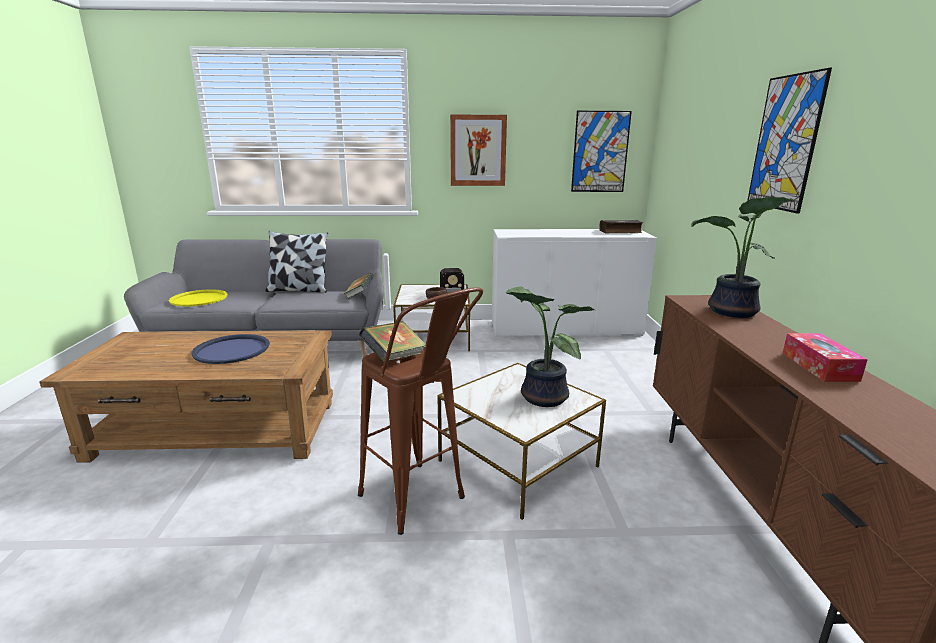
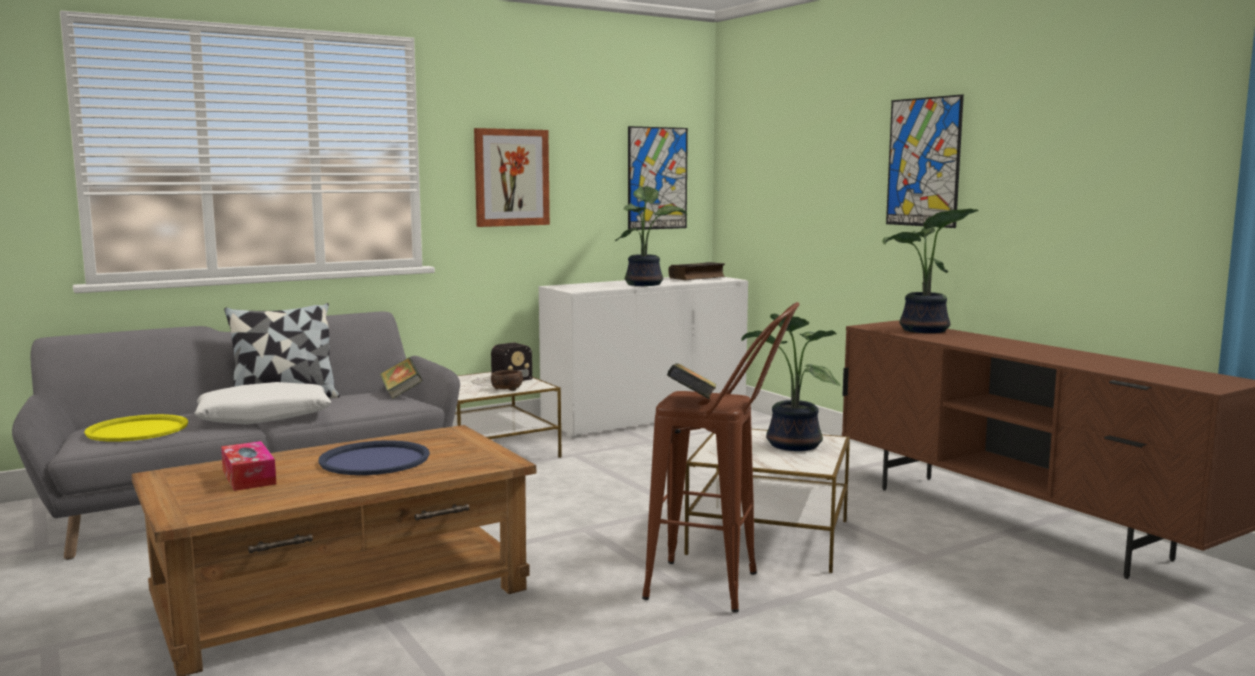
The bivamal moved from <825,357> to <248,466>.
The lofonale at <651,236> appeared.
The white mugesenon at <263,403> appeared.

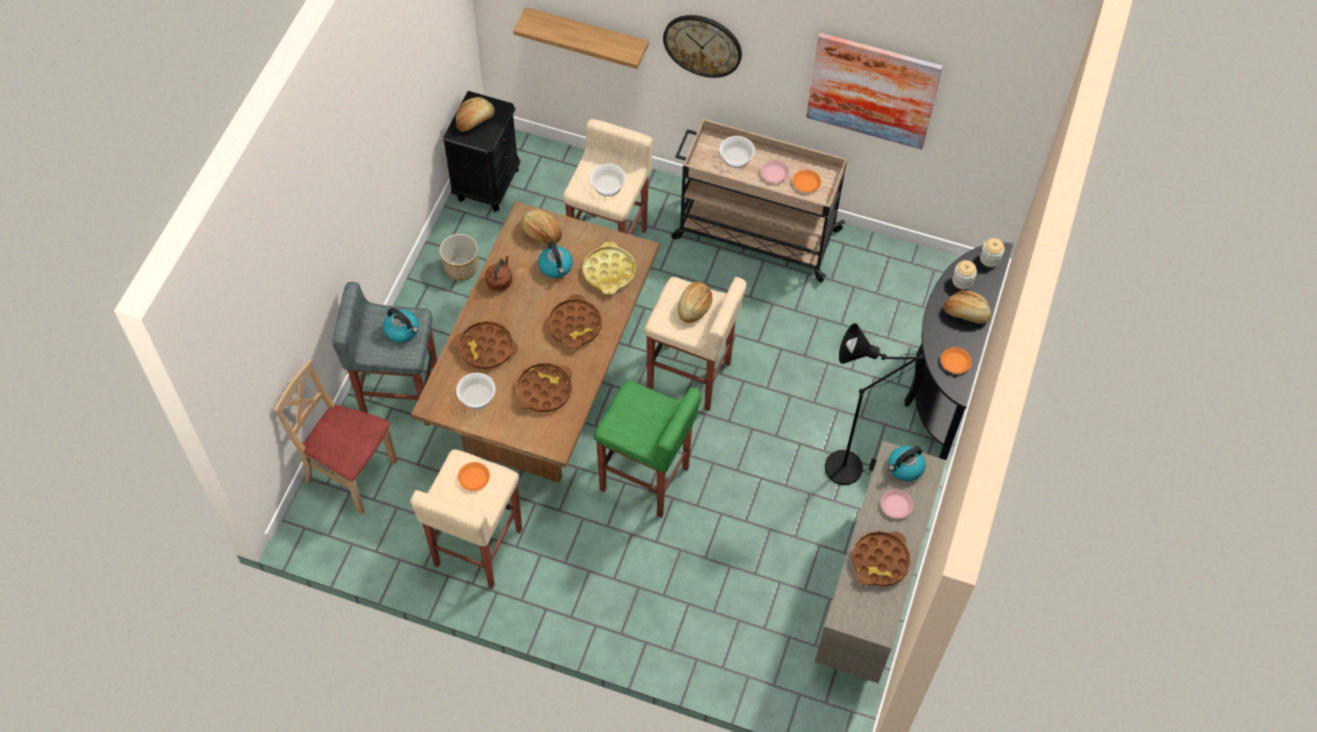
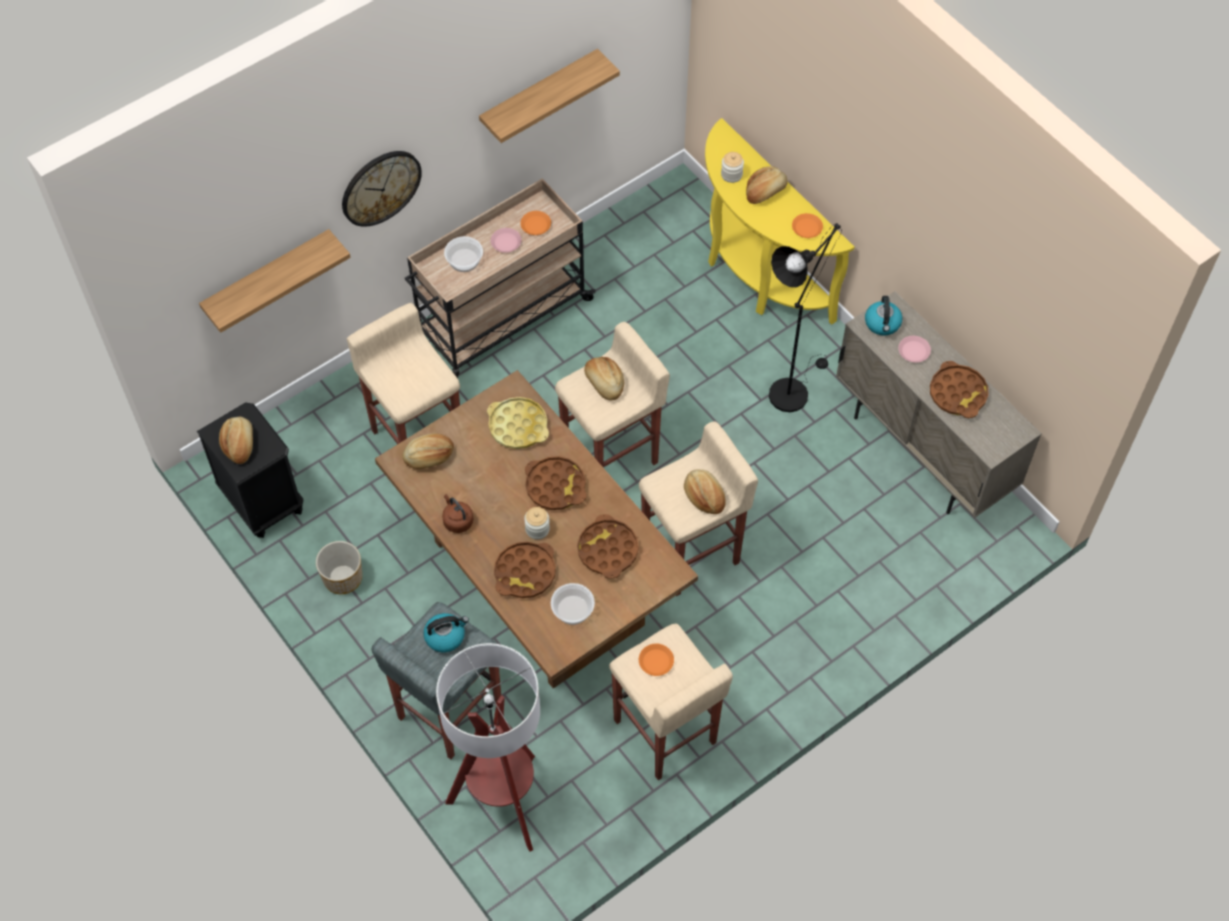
The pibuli at <874,91> was replaced by the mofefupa at <549,96>.
The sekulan at <608,180> disappeared.
The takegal moved from <992,252> to <537,523>.
The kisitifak at <555,259> disappeared.
The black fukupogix at <959,351> became the yellow fukupogix at <780,221>.
The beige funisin at <335,437> was replaced by the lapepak at <488,747>.
The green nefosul at <648,449> became the beige nefosul at <698,508>.
The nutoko at <705,492> appeared.

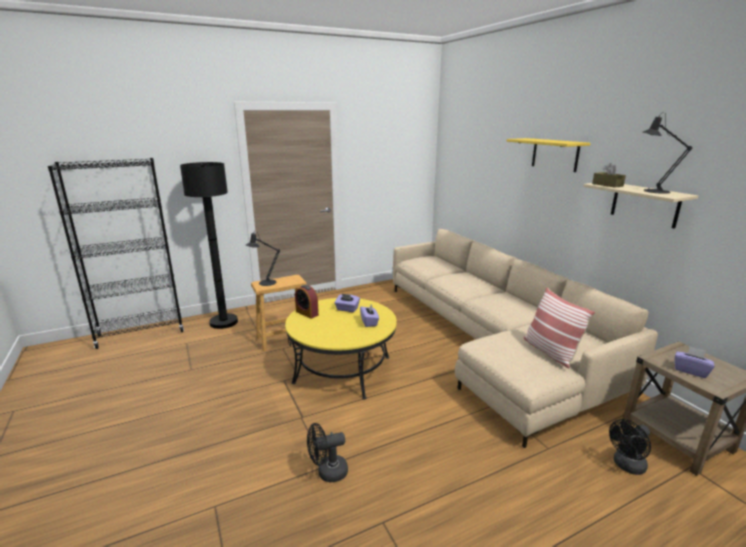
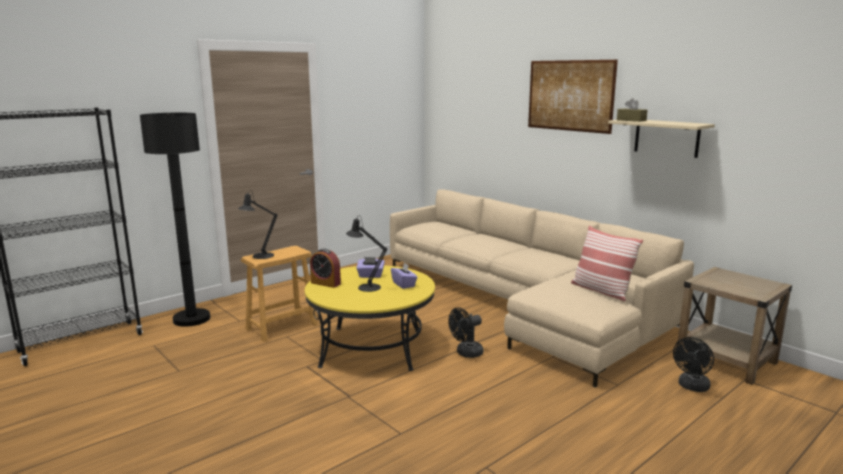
The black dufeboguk moved from <667,153> to <366,253>.
The yellow mofefupa at <548,155> was replaced by the pibuli at <573,97>.
The purple bivamal at <694,362> disappeared.
The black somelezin moved from <327,453> to <465,332>.

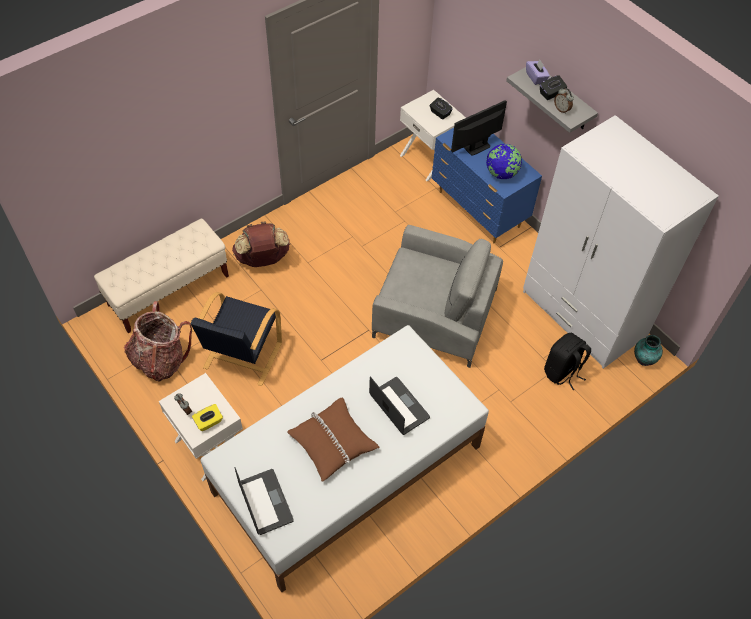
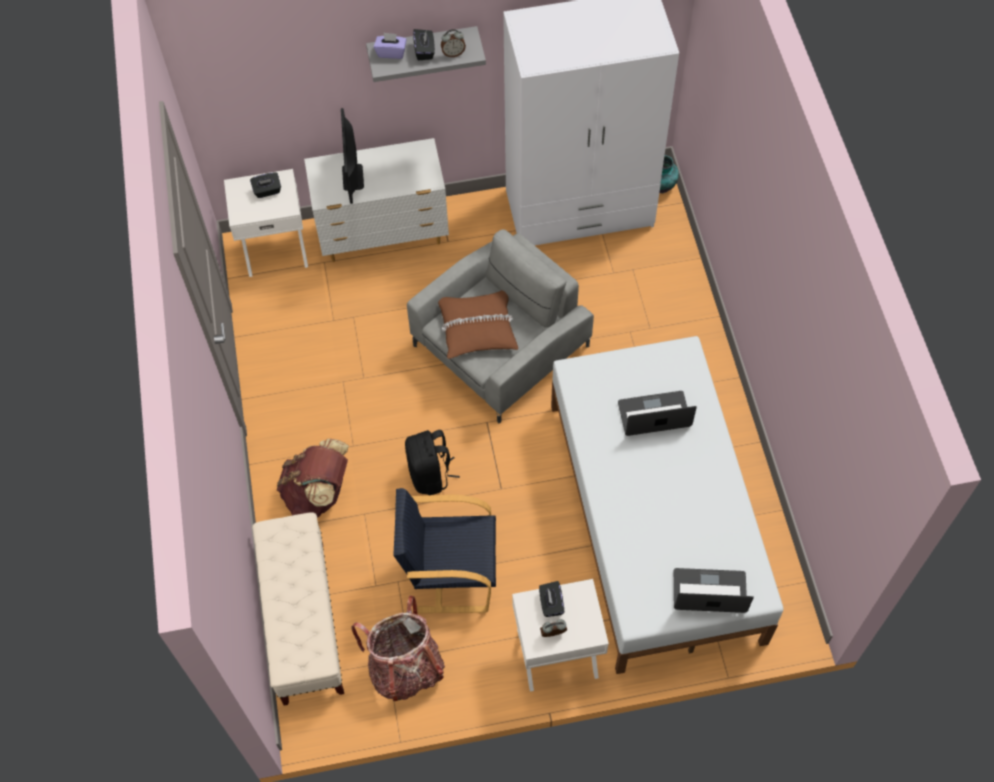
The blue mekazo at <487,185> became the white mekazo at <376,200>.
The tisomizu at <504,161> disappeared.
The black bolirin at <236,339> turned 135 degrees clockwise.
The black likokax moved from <567,361> to <432,462>.
The brown mugesenon moved from <333,439> to <478,324>.
The yellow bivamal at <207,417> disappeared.
The black bivamal at <551,599> appeared.

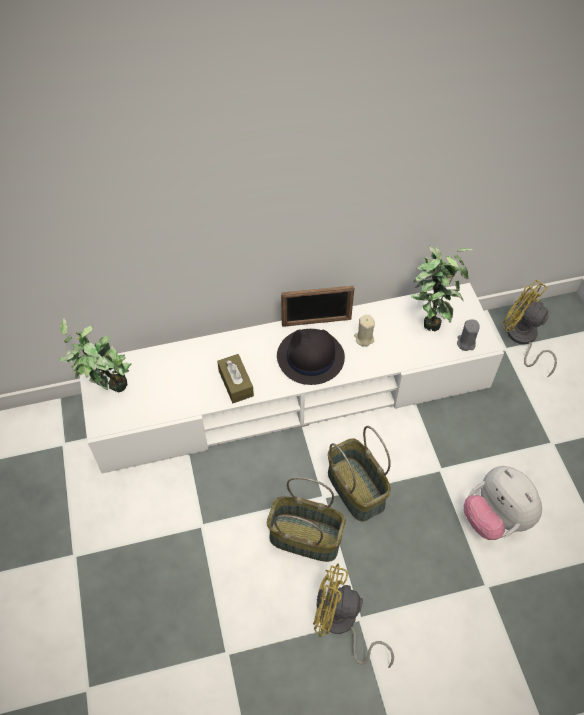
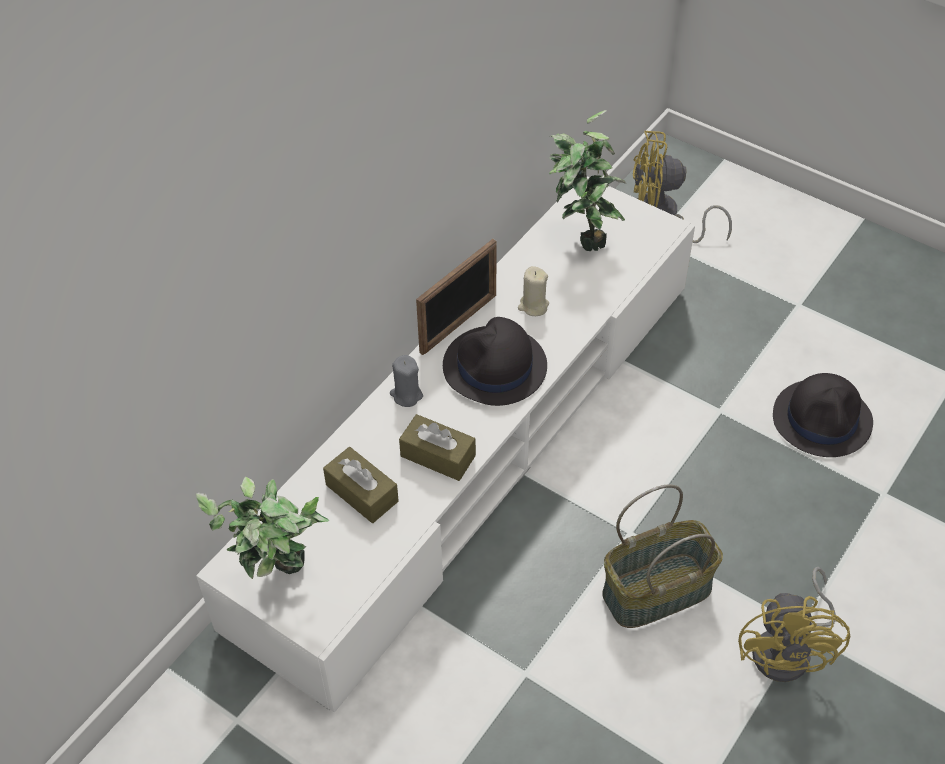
The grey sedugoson moved from <468,335> to <406,381>.
The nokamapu at <359,473> disappeared.
The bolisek at <503,503> was replaced by the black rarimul at <823,415>.
The yellow somelezin at <353,616> turned 60 degrees counterclockwise.
The brown bivamal at <361,485> appeared.

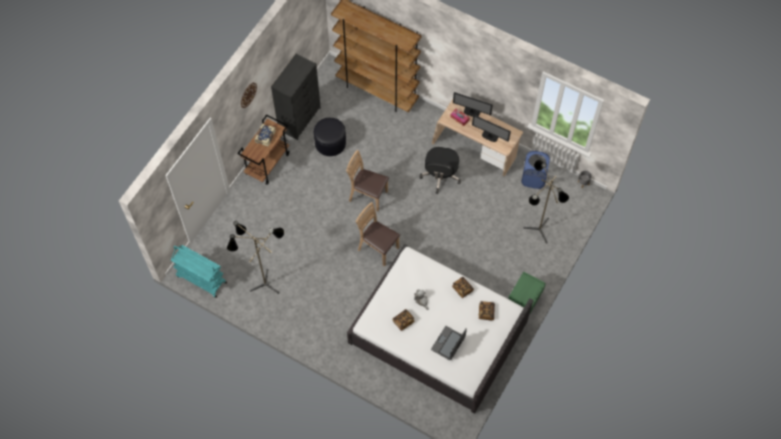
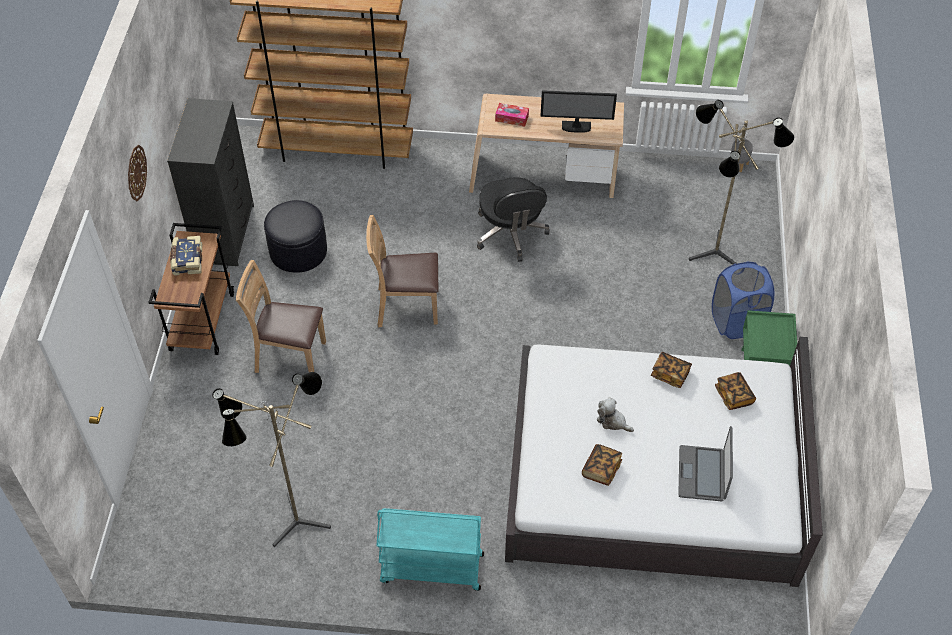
The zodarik at <473,104> disappeared.
The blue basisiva moved from <535,170> to <743,300>.
The brown funisin moved from <378,234> to <281,316>.
The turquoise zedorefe moved from <199,271> to <430,549>.

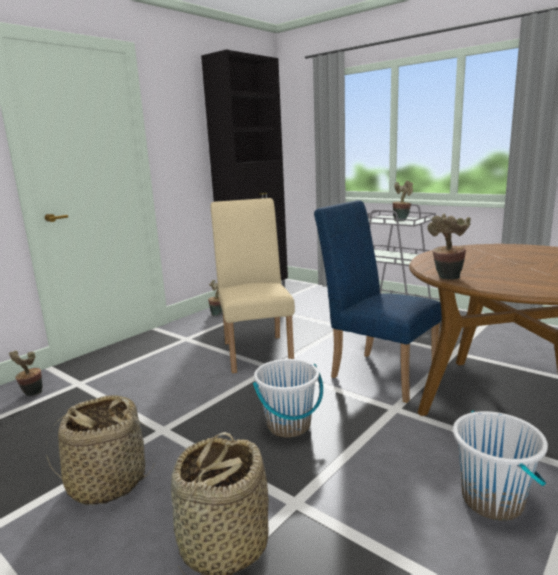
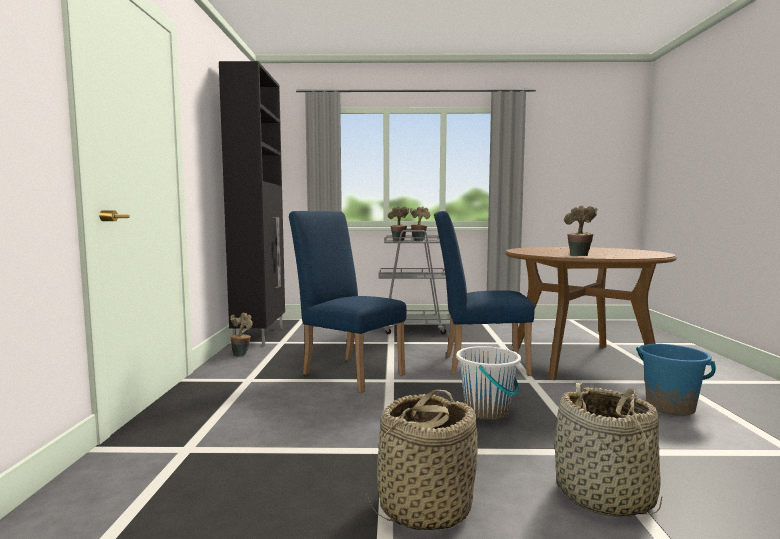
The beige funisin at <253,285> became the blue funisin at <348,302>.
The lofonale moved from <25,373> to <398,223>.
The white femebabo at <500,466> became the blue femebabo at <676,380>.

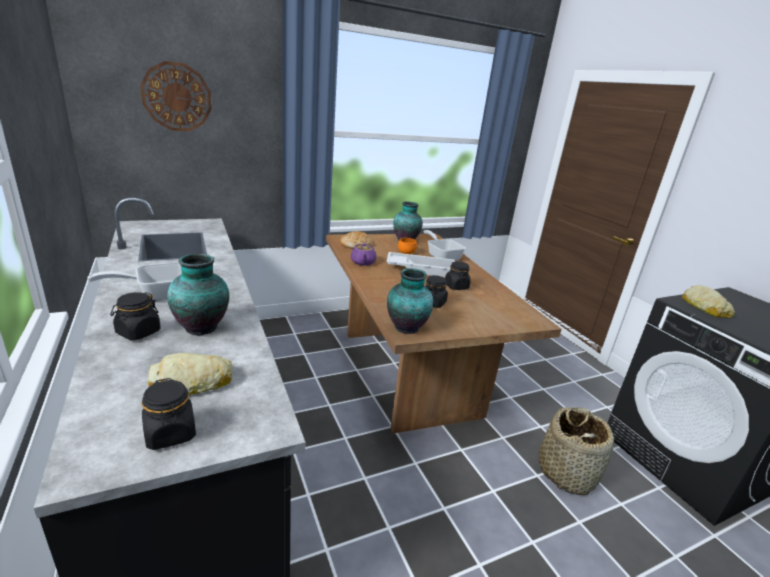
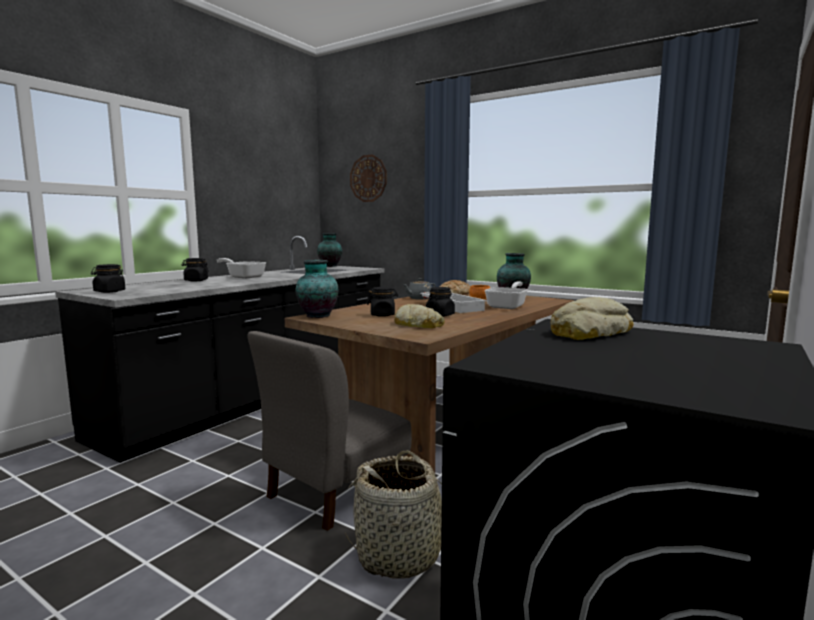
The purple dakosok at <363,254> became the grey dakosok at <419,288>.
The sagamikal moved from <198,294> to <329,250>.
The nutoko moved from <190,374> to <419,316>.
The grey funisin at <329,431> appeared.

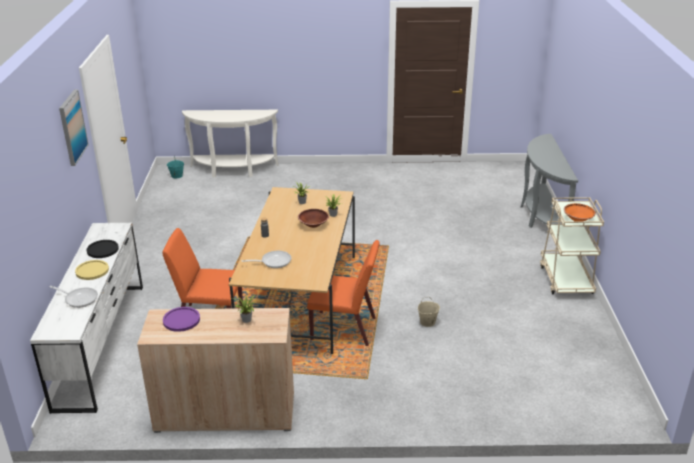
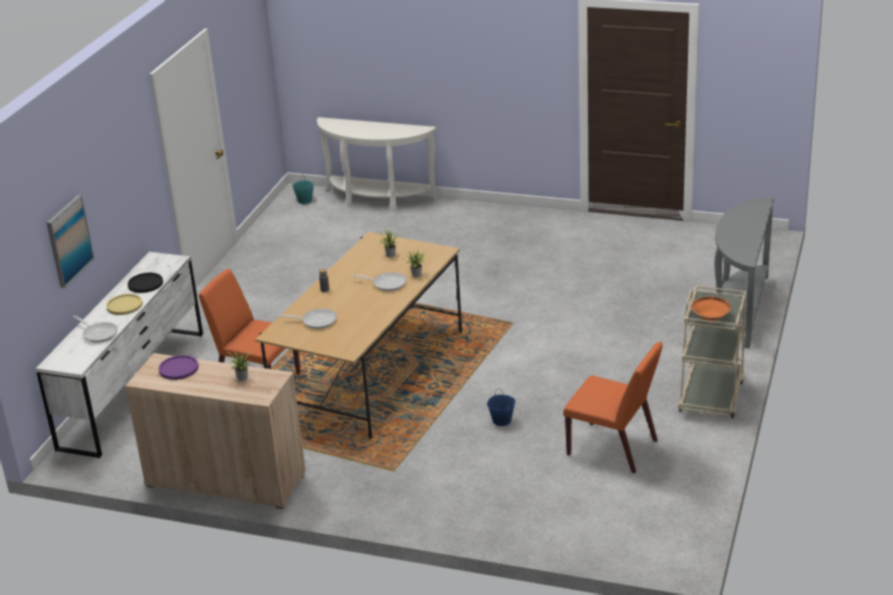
The pibuli moved from <74,128> to <70,241>.
The brown sekulan at <313,218> was replaced by the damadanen at <379,281>.
The orange funisin moved from <343,293> to <613,408>.
The beige femebabo at <429,312> became the blue femebabo at <501,407>.

